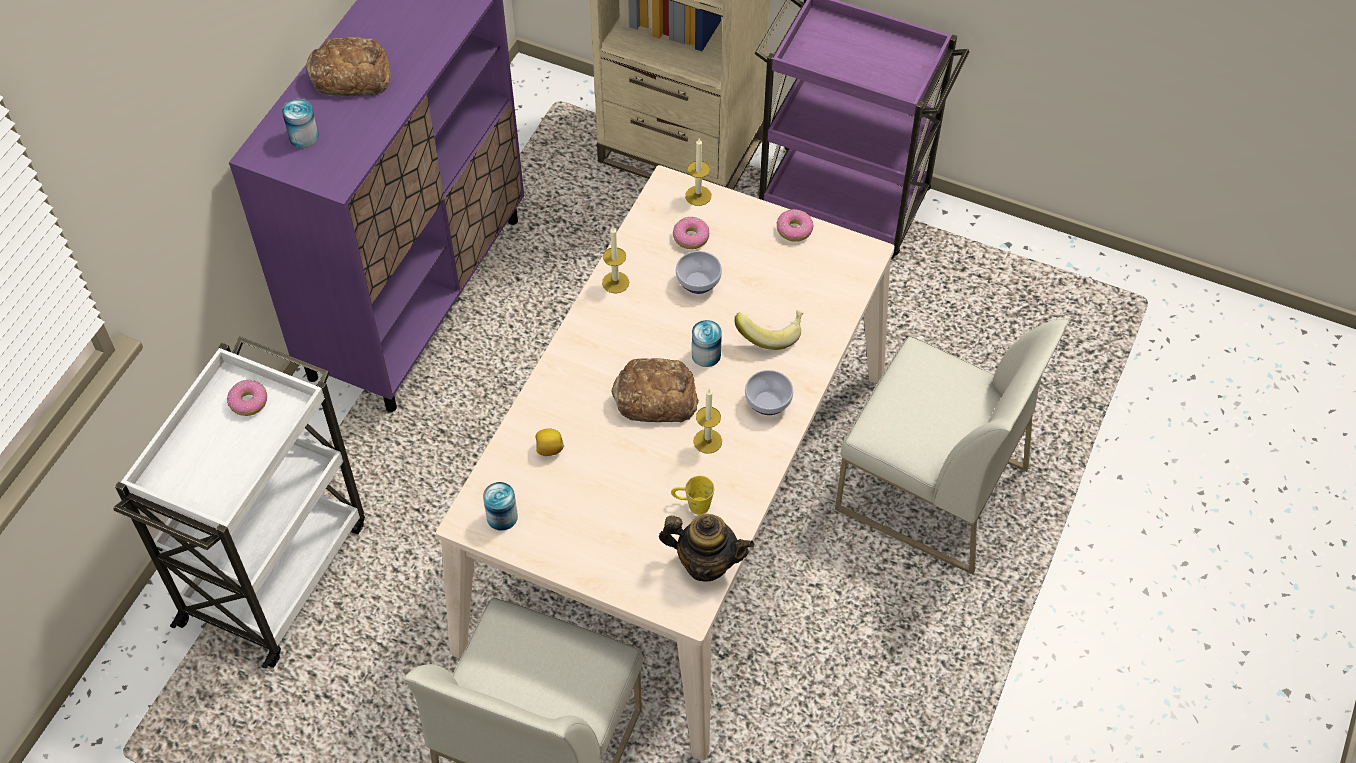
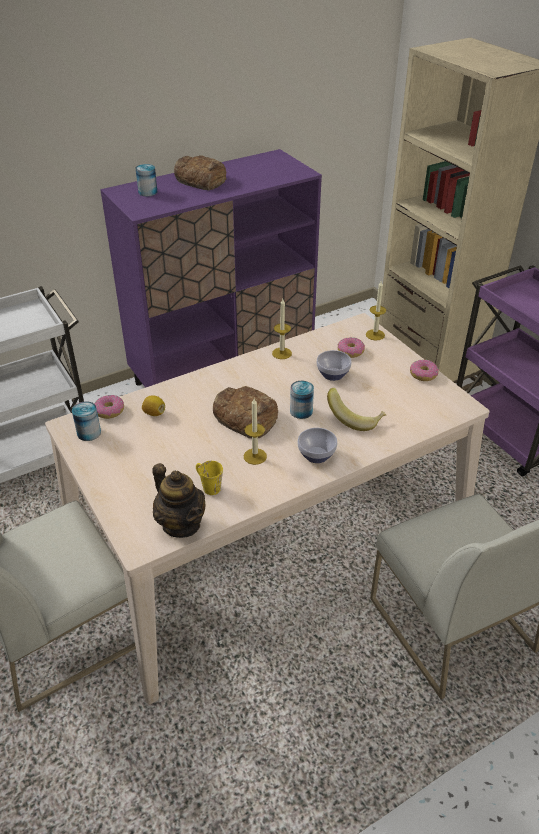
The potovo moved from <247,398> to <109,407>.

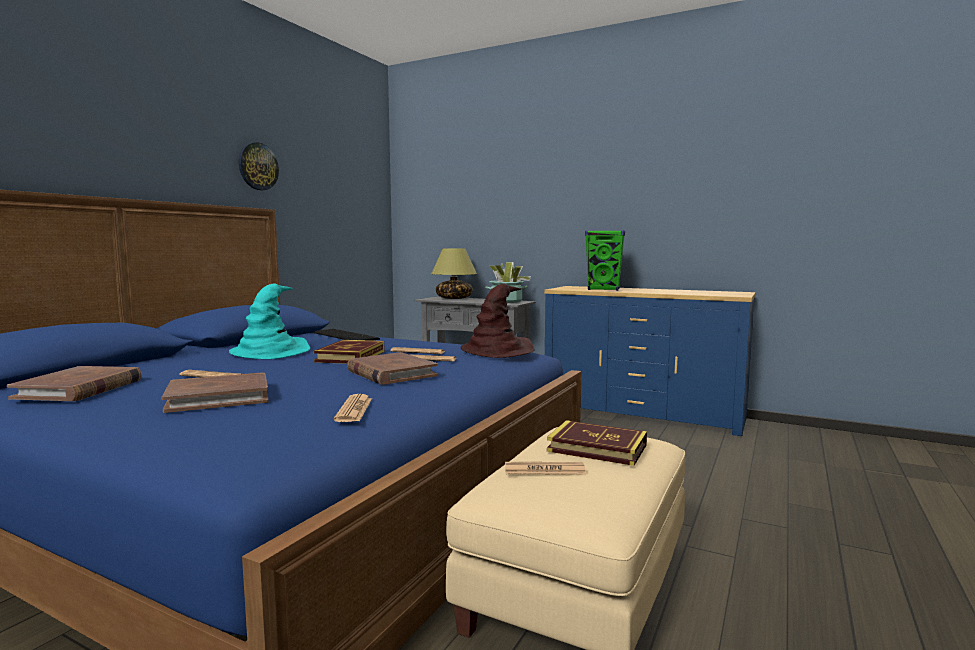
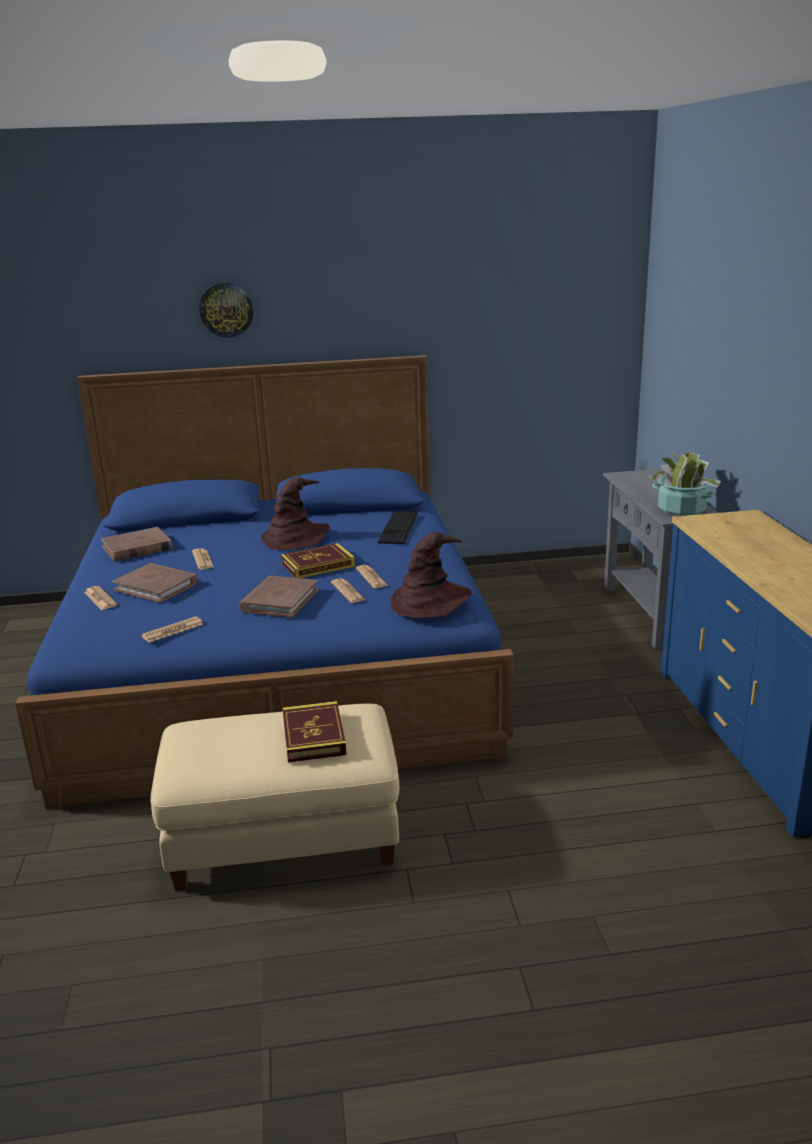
The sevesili moved from <259,166> to <226,310>.
The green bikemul at <605,260> disappeared.
The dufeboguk at <454,273> disappeared.
The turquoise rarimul at <269,321> became the brown rarimul at <295,513>.
The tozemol moved from <545,468> to <101,598>.

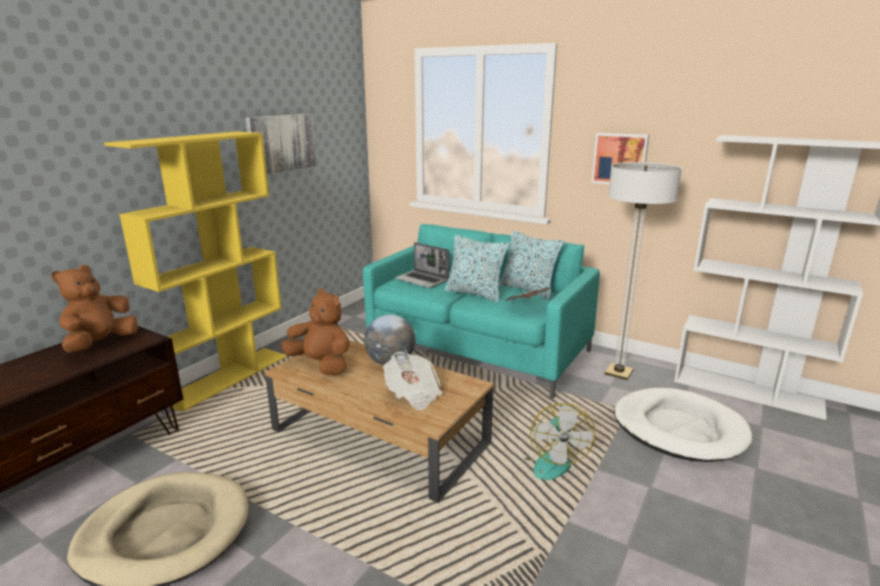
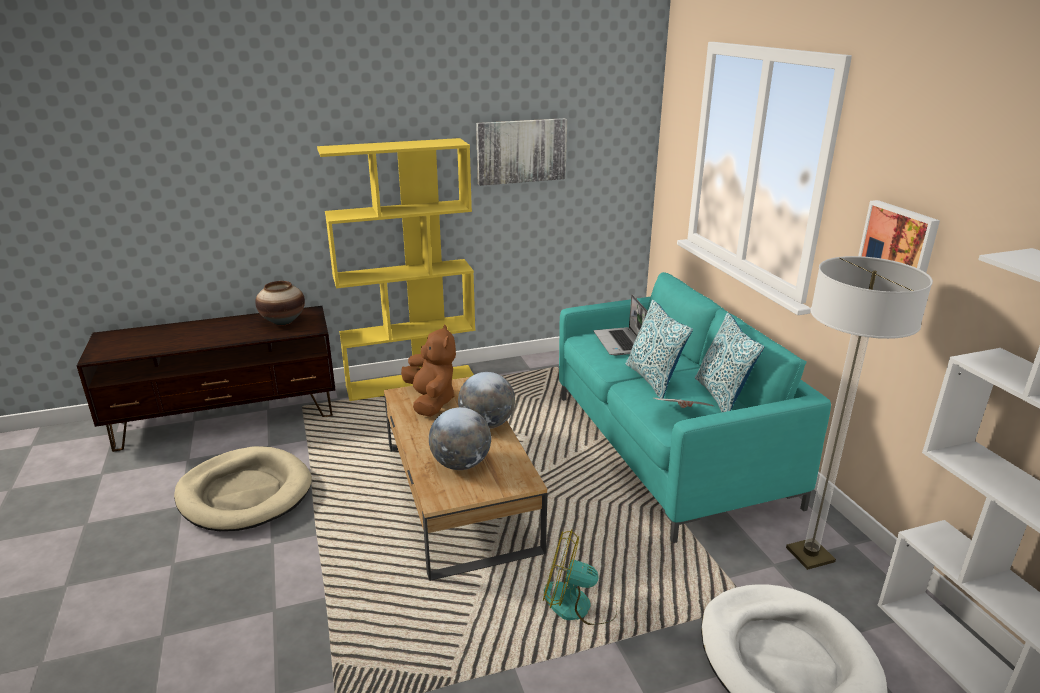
The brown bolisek at <94,309> was replaced by the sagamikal at <280,303>.
The tozemol at <412,381> was replaced by the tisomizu at <460,438>.
The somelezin at <560,441> turned 60 degrees clockwise.

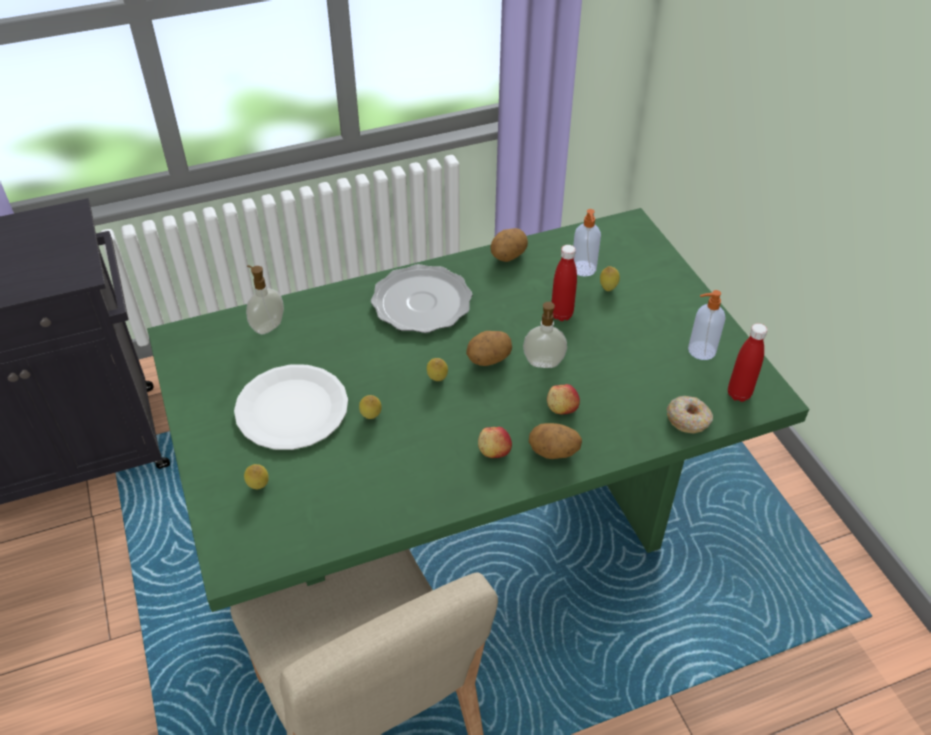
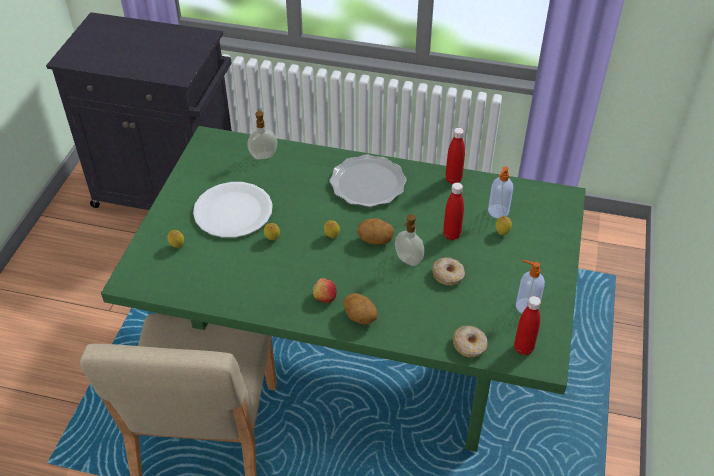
The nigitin at <509,245> was replaced by the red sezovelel at <455,156>.
The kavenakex at <563,399> disappeared.
The potovo at <448,271> appeared.

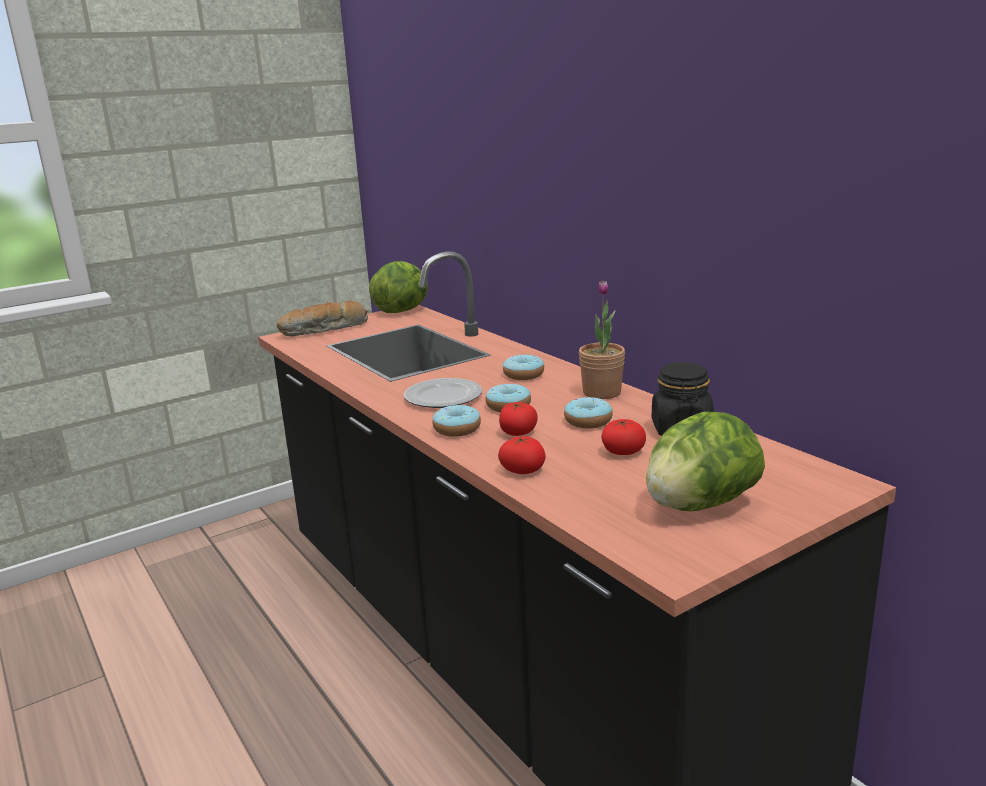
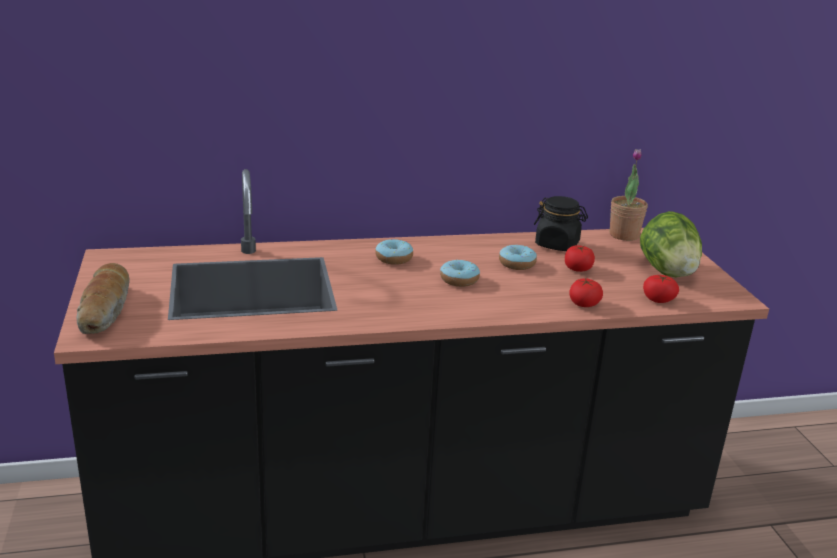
The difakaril at <398,287> disappeared.
The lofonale moved from <602,340> to <629,195>.
The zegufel at <443,393> disappeared.
The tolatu moved from <518,419> to <661,289>.
The potovo at <457,421> disappeared.

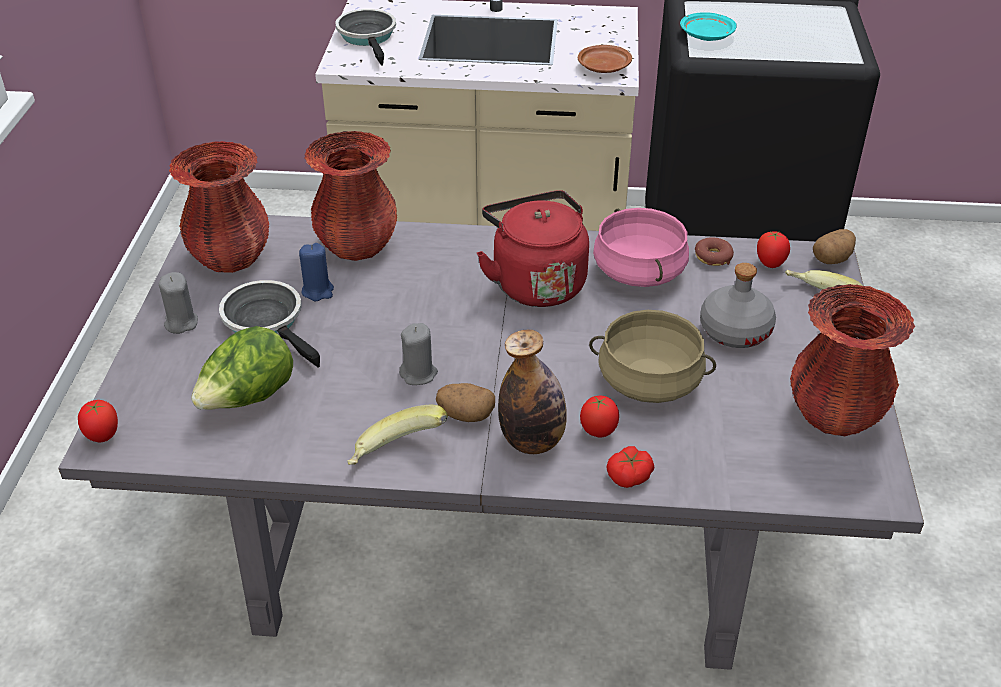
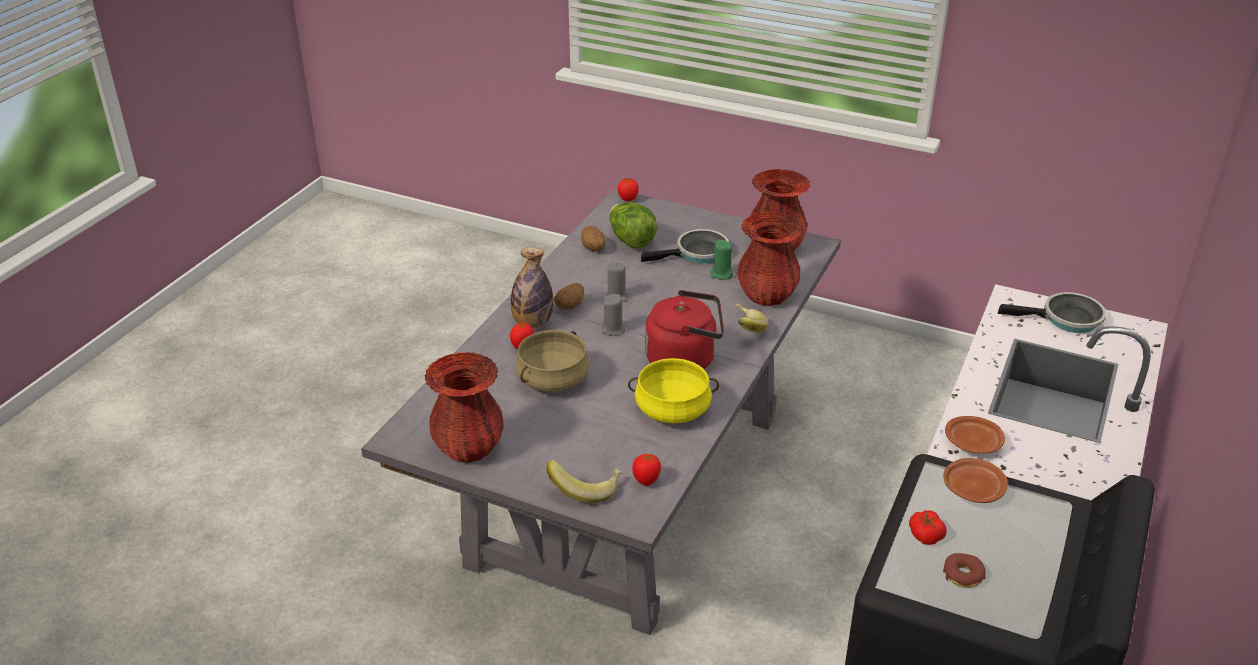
The turquoise zegufel at <708,26> became the brown zegufel at <976,480>.
The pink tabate at <641,247> became the yellow tabate at <673,391>.
The nigitin moved from <834,246> to <593,239>.
The potovo moved from <714,251> to <964,570>.
The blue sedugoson at <316,272> became the green sedugoson at <721,260>.
The grey sezovelel at <738,305> disappeared.
The grey sedugoson moved from <178,303> to <613,315>.
The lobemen moved from <397,435> to <752,318>.
The tolatu moved from <630,467> to <928,527>.

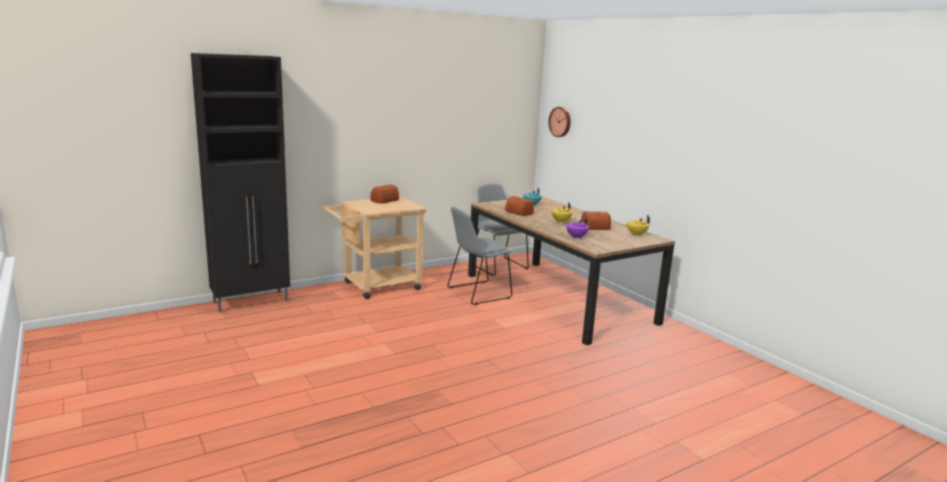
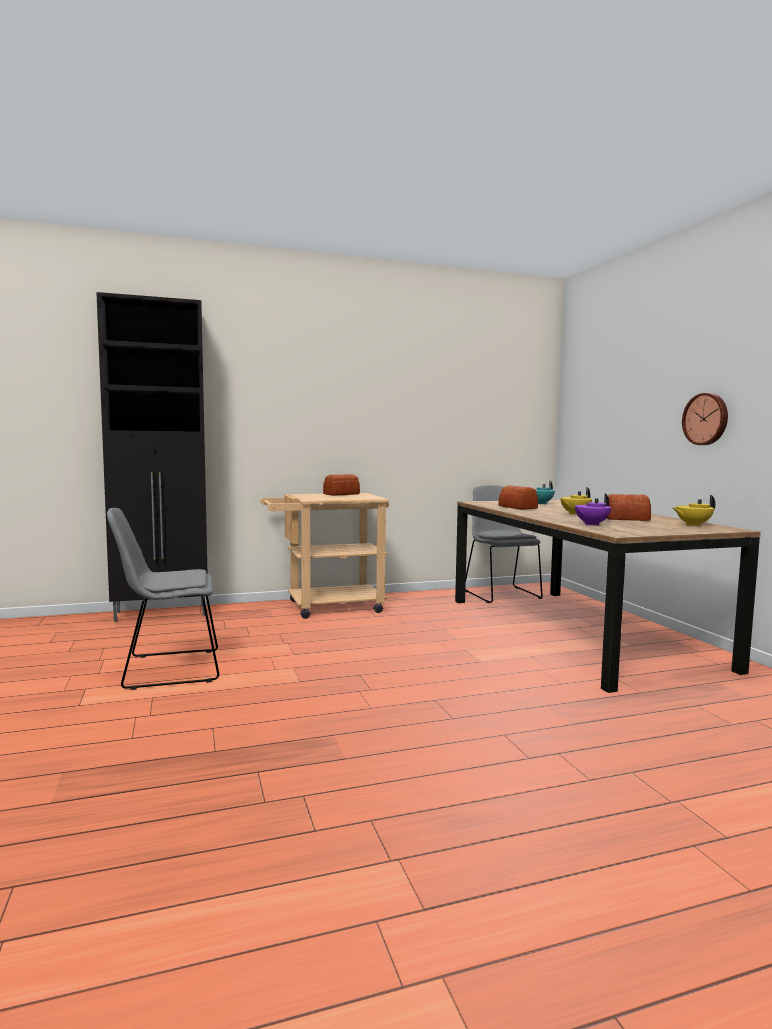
The sevesili moved from <560,122> to <705,419>.
The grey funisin moved from <479,256> to <163,599>.

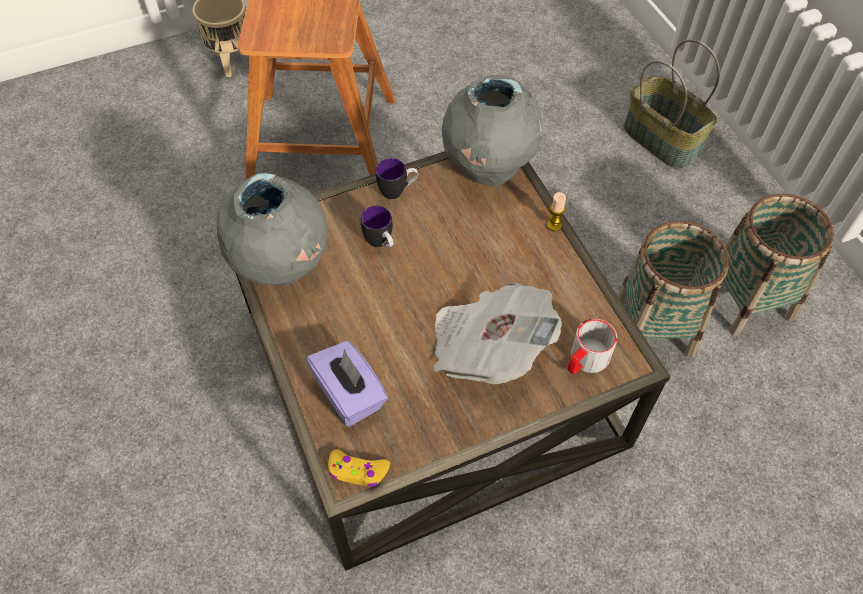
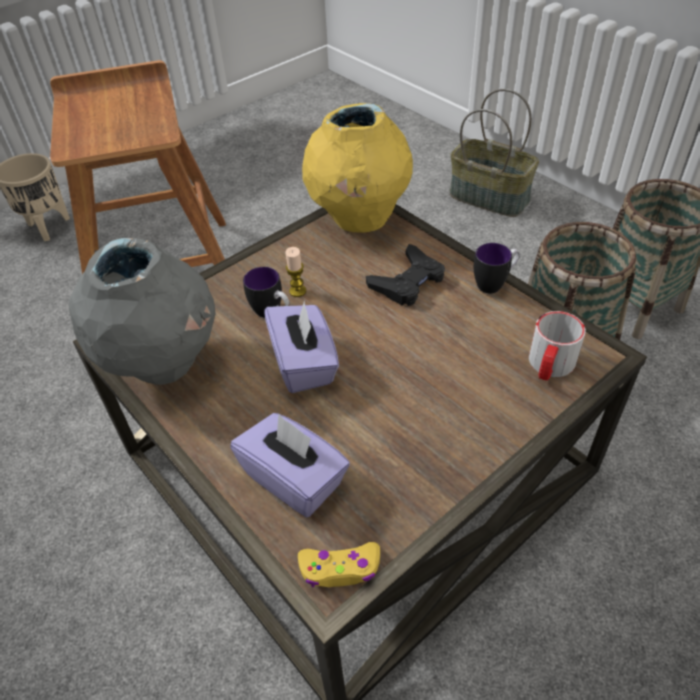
The grey sagamikal at <492,130> became the yellow sagamikal at <357,168>.
The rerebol moved from <397,178> to <497,268>.
The sedugoson moved from <556,211> to <295,272>.
The tozemol at <497,334> disappeared.
The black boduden at <405,275> appeared.
The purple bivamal at <301,346> appeared.

